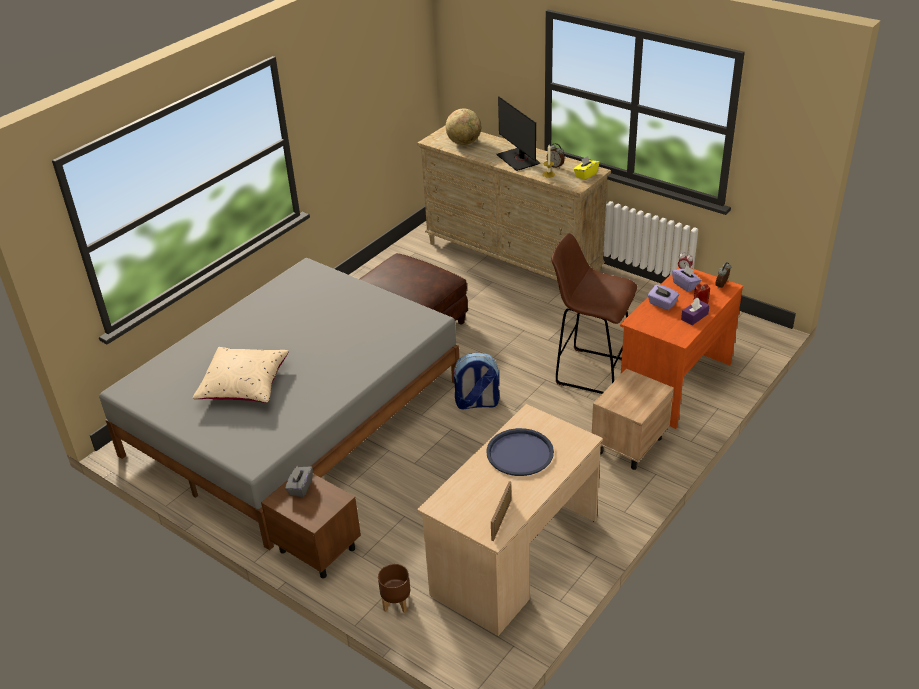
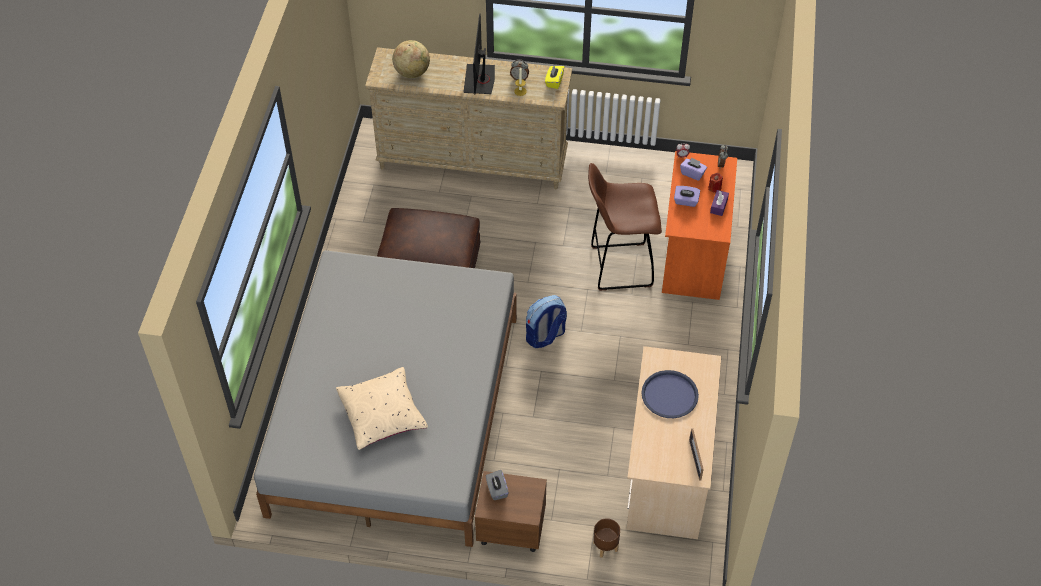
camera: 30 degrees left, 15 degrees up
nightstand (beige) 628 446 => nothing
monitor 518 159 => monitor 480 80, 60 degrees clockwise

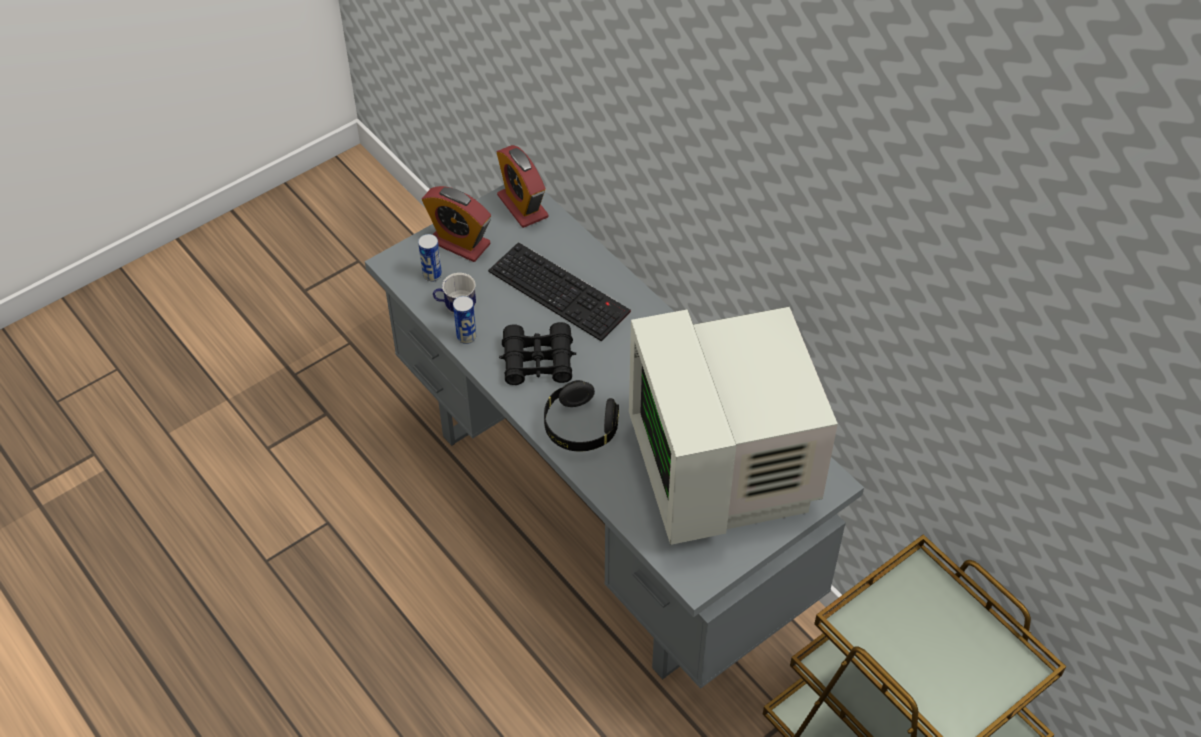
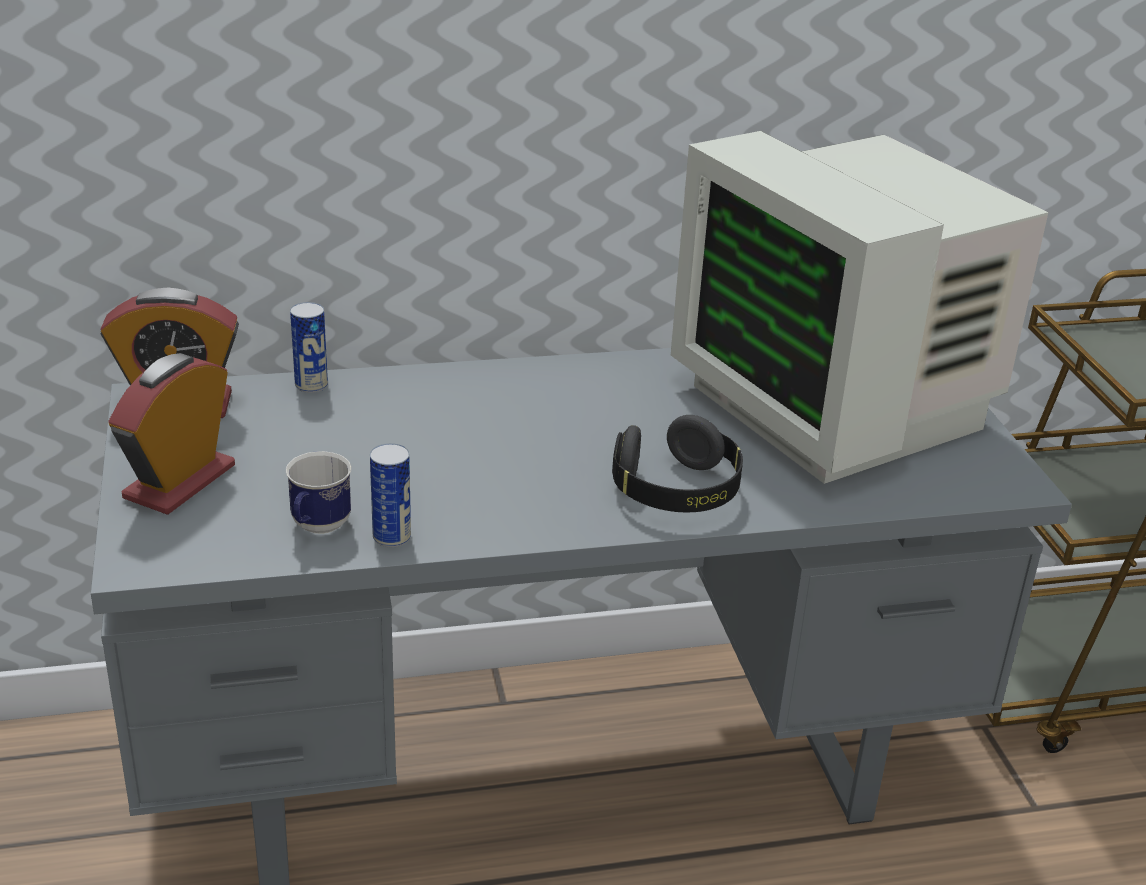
camera: 65 degrees left, 20 degrees down
keyboard 561 291 => nothing
binoculars (black) 538 361 => nothing
can 432 275 => can 311 385, moved
alarm clock 459 243 => alarm clock 180 482, 150 degrees clockwise
monitor 725 470 => monitor 837 406, 45 degrees clockwise

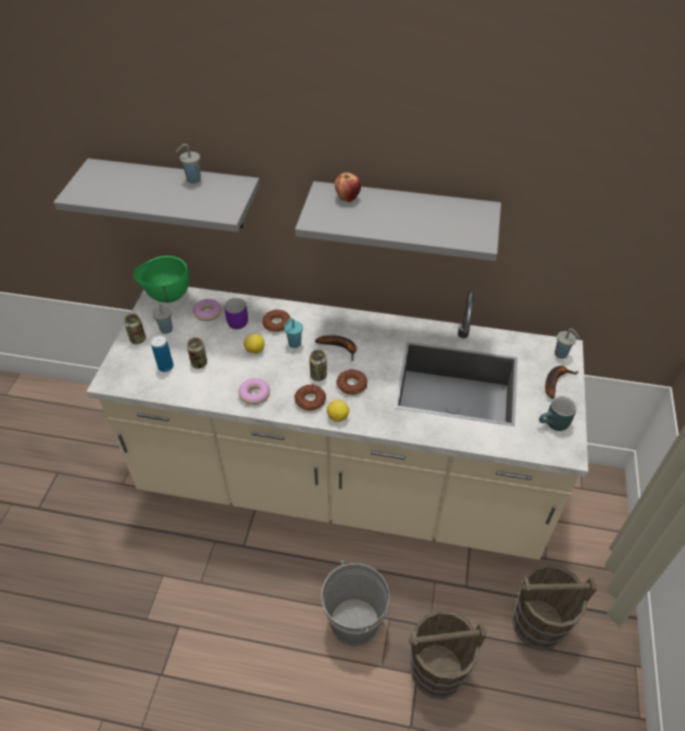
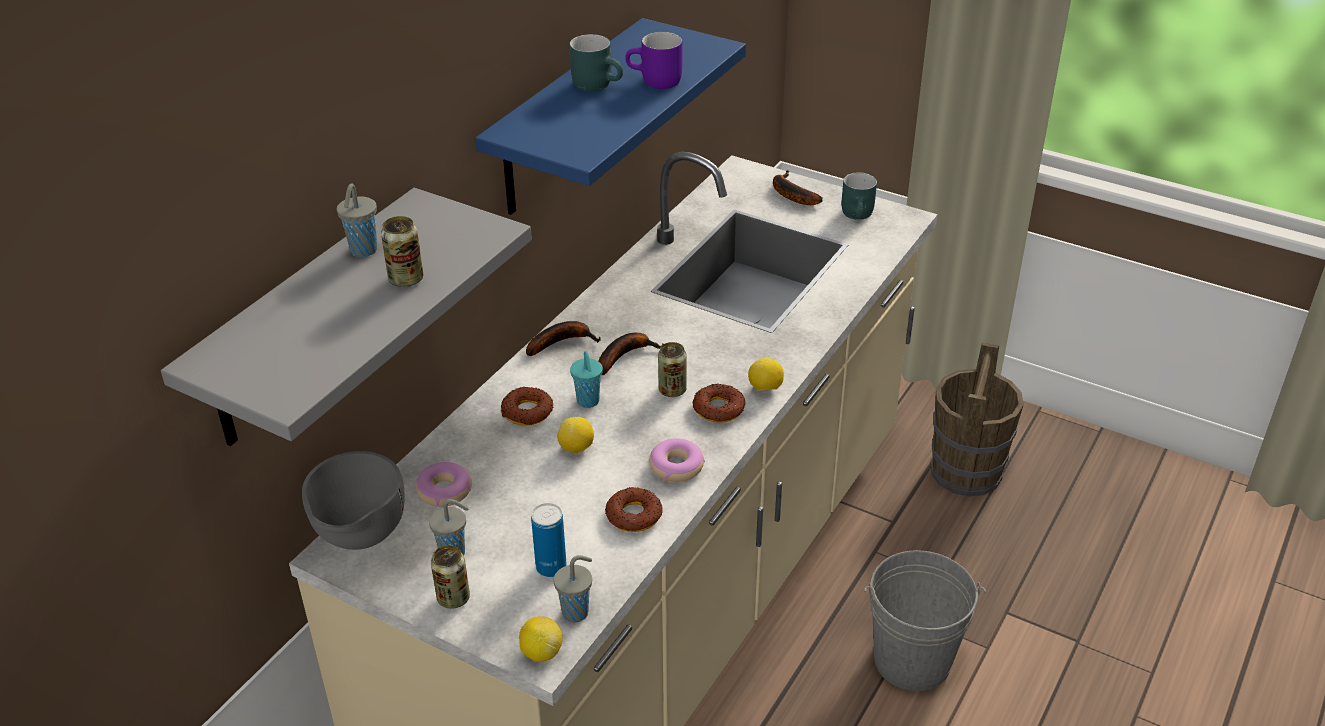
camera: 70 degrees left, 10 degrees down
apple 347 198 => nothing
bucket (brown) 438 670 => nothing
nothing => lemon 541 652
nothing => banana 562 342
nothing => mug (turquoise) 598 84
can 199 363 => can 406 279, moved
mug (purple) 236 320 => mug (purple) 655 82, moved
donut 352 384 => donut 634 515, moved
cup (grey) 561 354 => cup (grey) 576 612, moved
bowl (green) 167 297 => bowl (grey) 360 541
shelf (grey) 403 218 => shelf (blue) 567 119

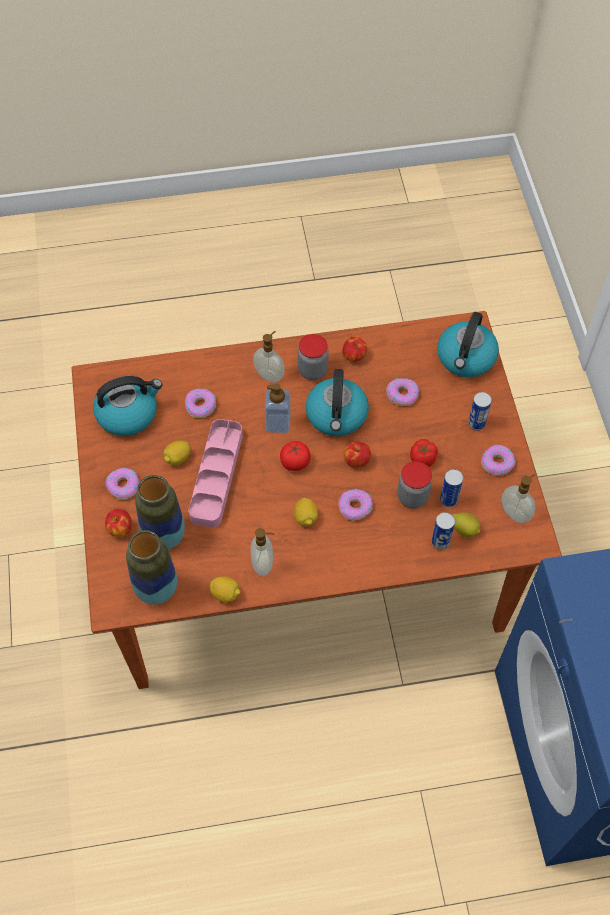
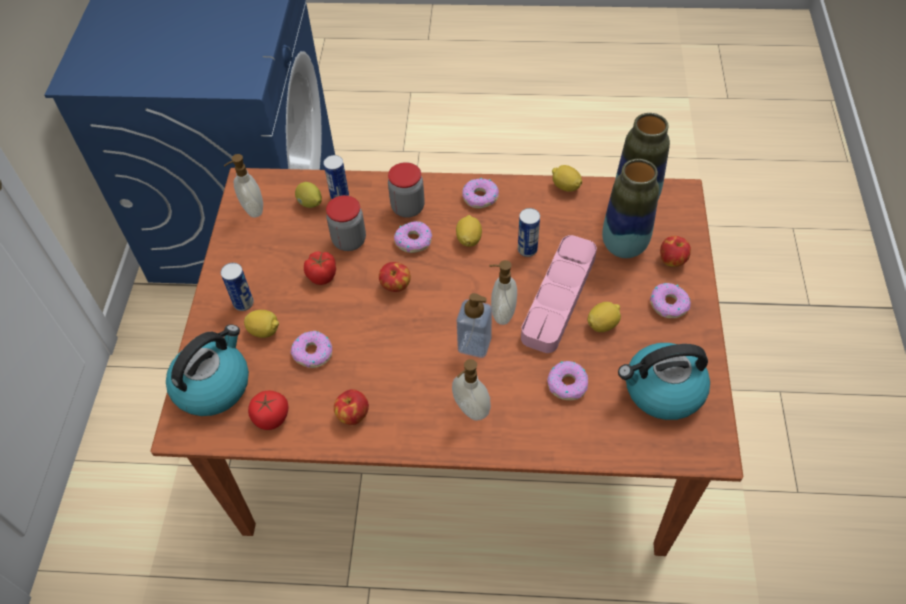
camera: 165 degrees left, 5 degrees down
kettle 337 416 => nothing
nothing => lemon 264 331
soap dispenser 263 564 => soap dispenser 502 313, moved
tomato 295 462 => tomato 271 418, moved
jar 312 370 => jar 408 208, moved
can 448 500 => can 527 249, moved
donut 497 463 => donut 480 197, moved

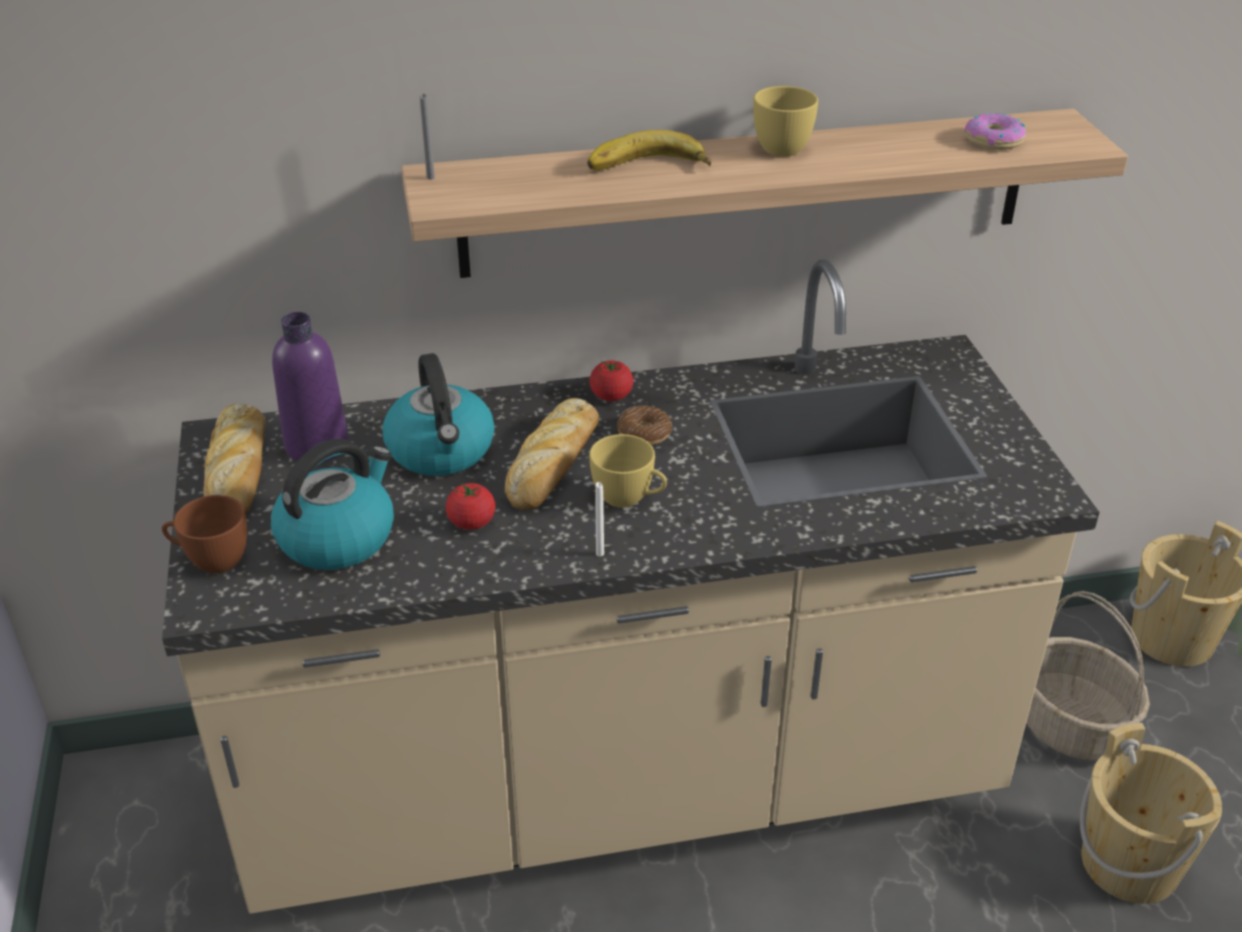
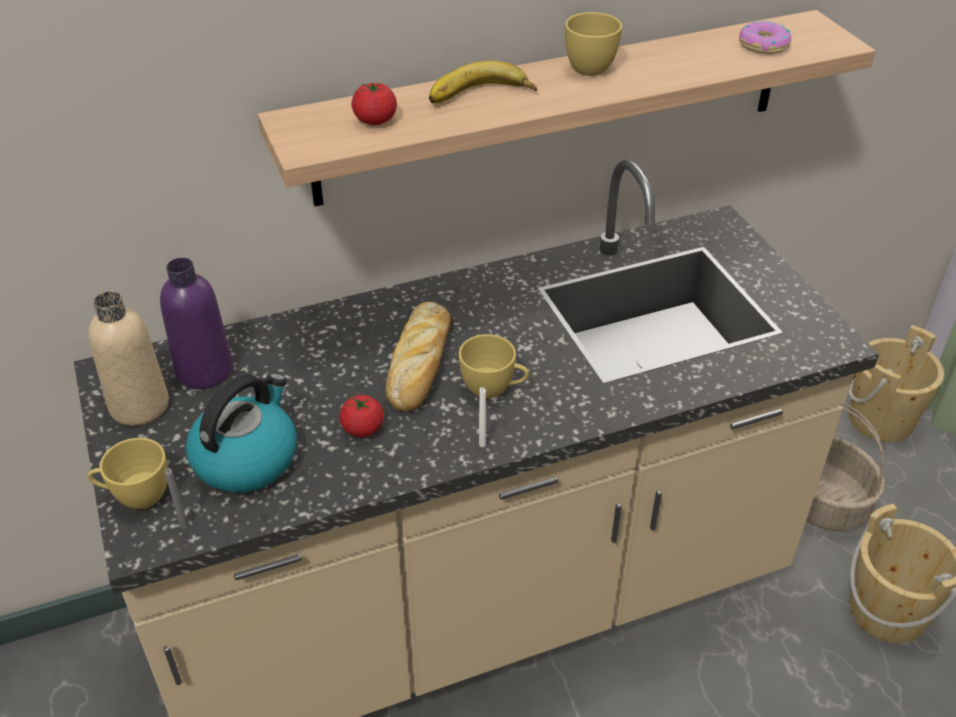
camera: 10 degrees left, 5 degrees up
kettle 442 451 => nothing
donut 644 433 => nothing
candle (grey) 430 178 => candle (grey) 184 526, moved
tomato 611 396 => tomato 375 120, moved
bread 238 472 => bottle (beige) 139 406
cup (brown) 211 560 => cup (yellow) 135 496

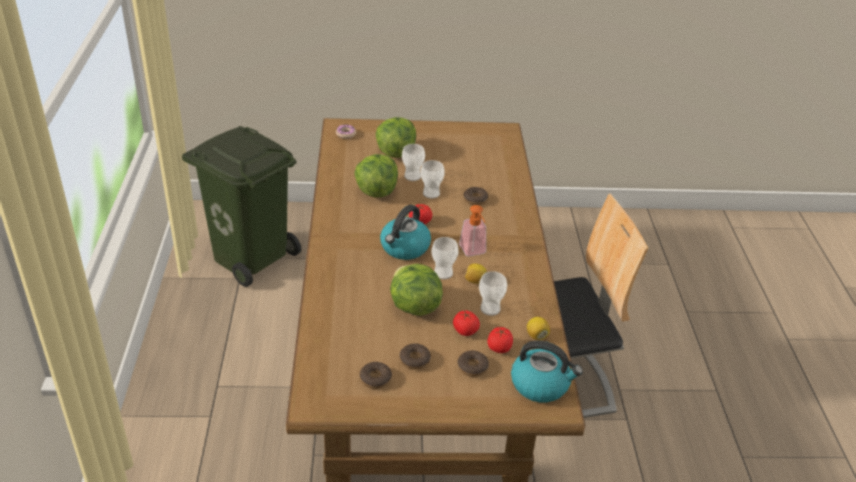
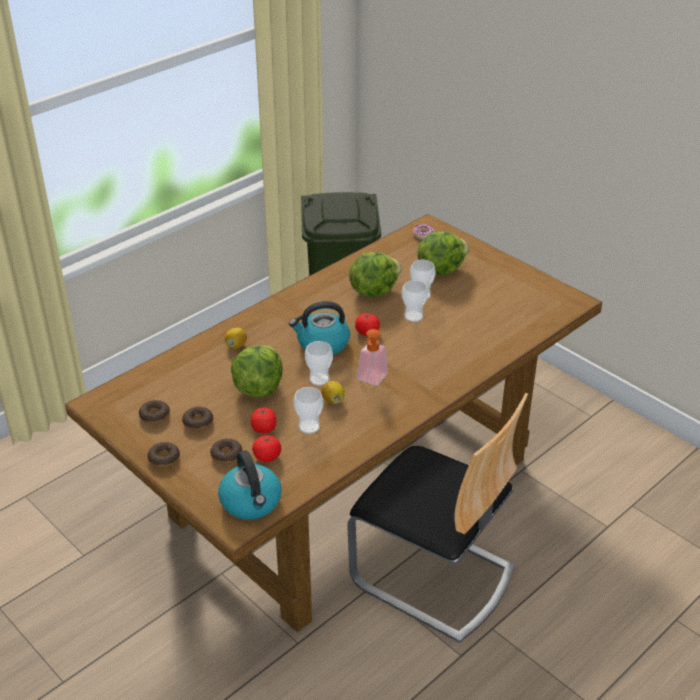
camera: 50 degrees right, 0 degrees up
donut 475 199 => donut 164 459, moved
lemon 536 336 => lemon 236 345, moved

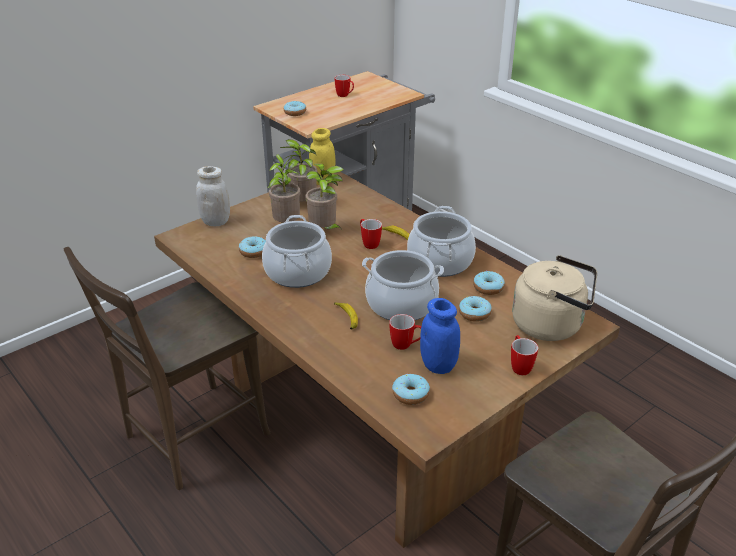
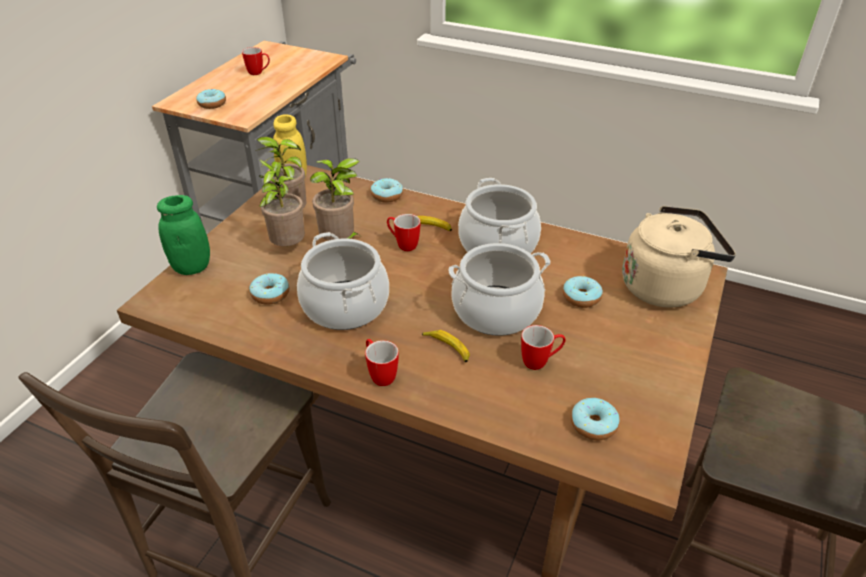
camera: 25 degrees left, 5 degrees up
jar (blue) 438 365 => nothing
donut 488 288 => donut 387 196, moved
mug 519 366 => mug 380 374, moved
jar (white) 215 222 => jar (green) 192 267

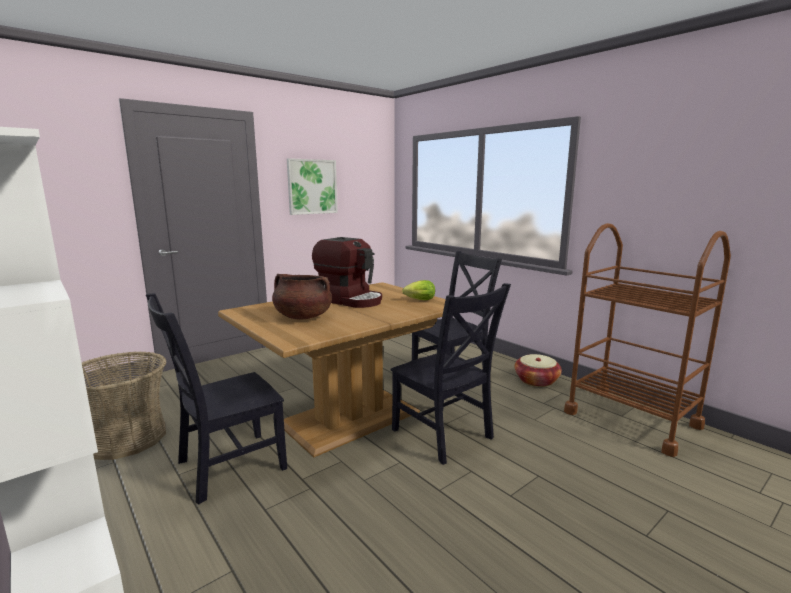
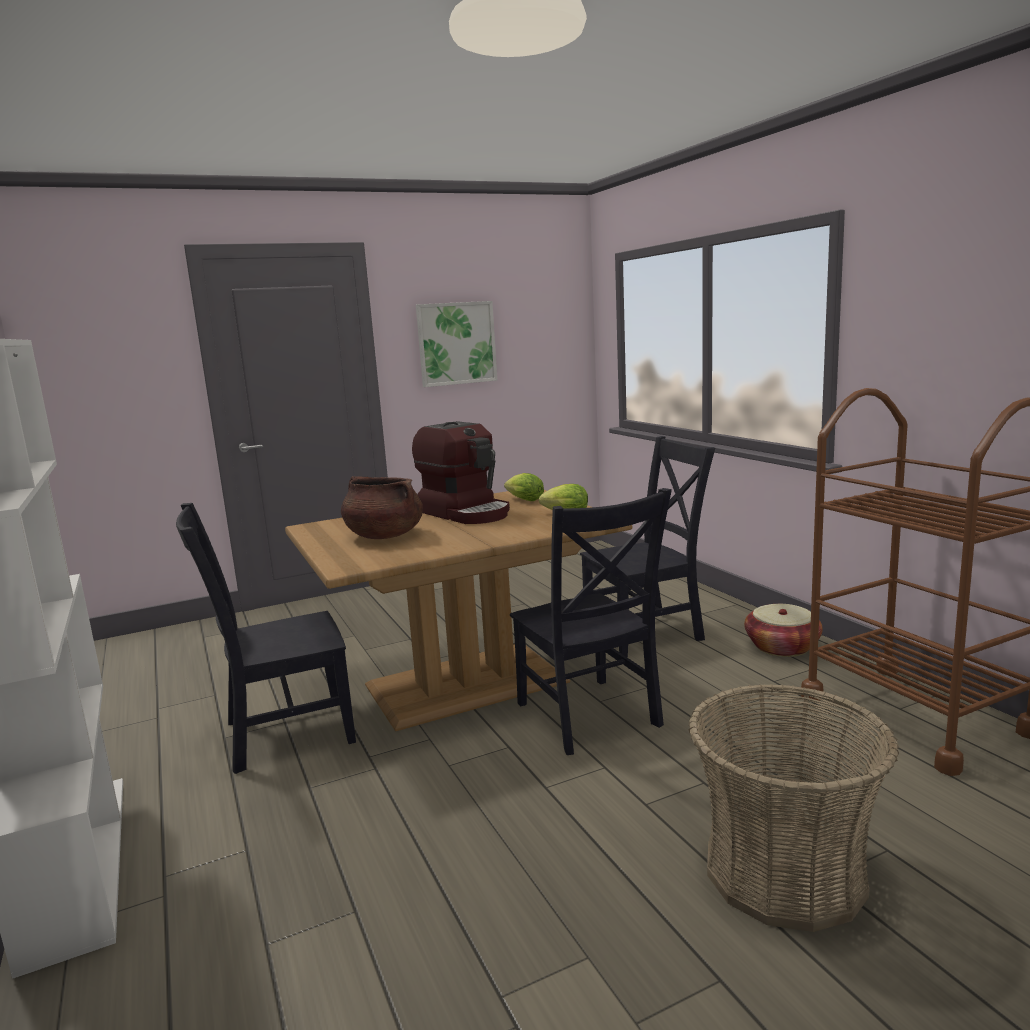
camera: 15 degrees right, 0 degrees up
nothing => lettuce 523 500
basket 126 438 => basket 785 872, moved

